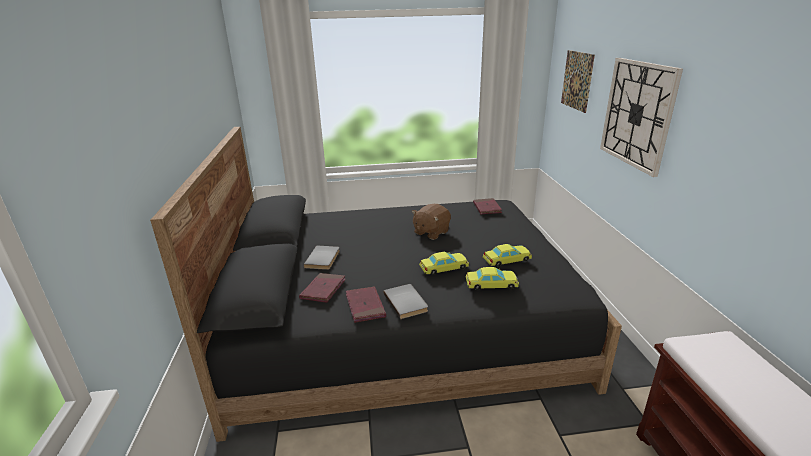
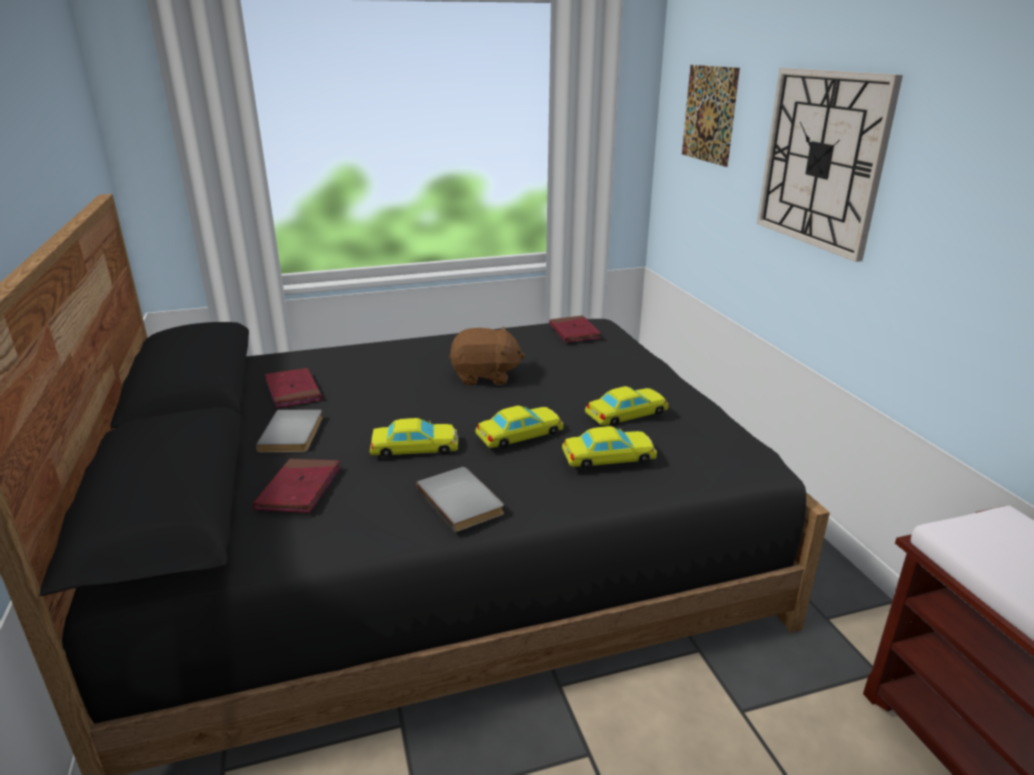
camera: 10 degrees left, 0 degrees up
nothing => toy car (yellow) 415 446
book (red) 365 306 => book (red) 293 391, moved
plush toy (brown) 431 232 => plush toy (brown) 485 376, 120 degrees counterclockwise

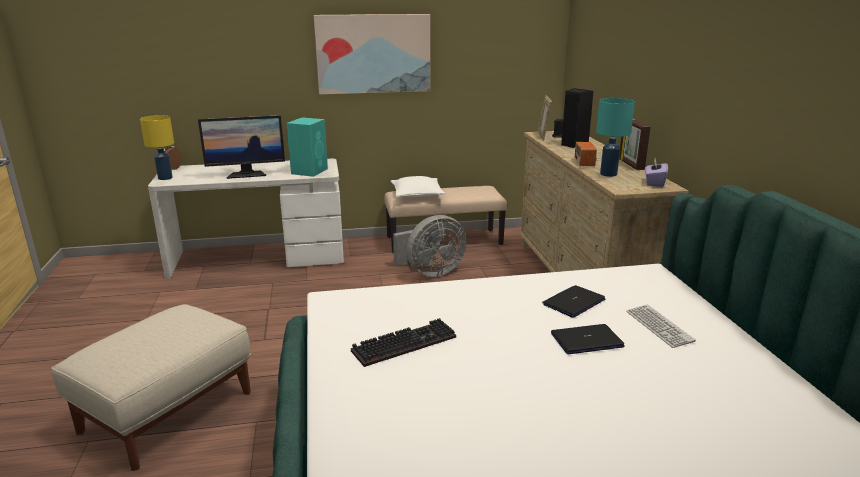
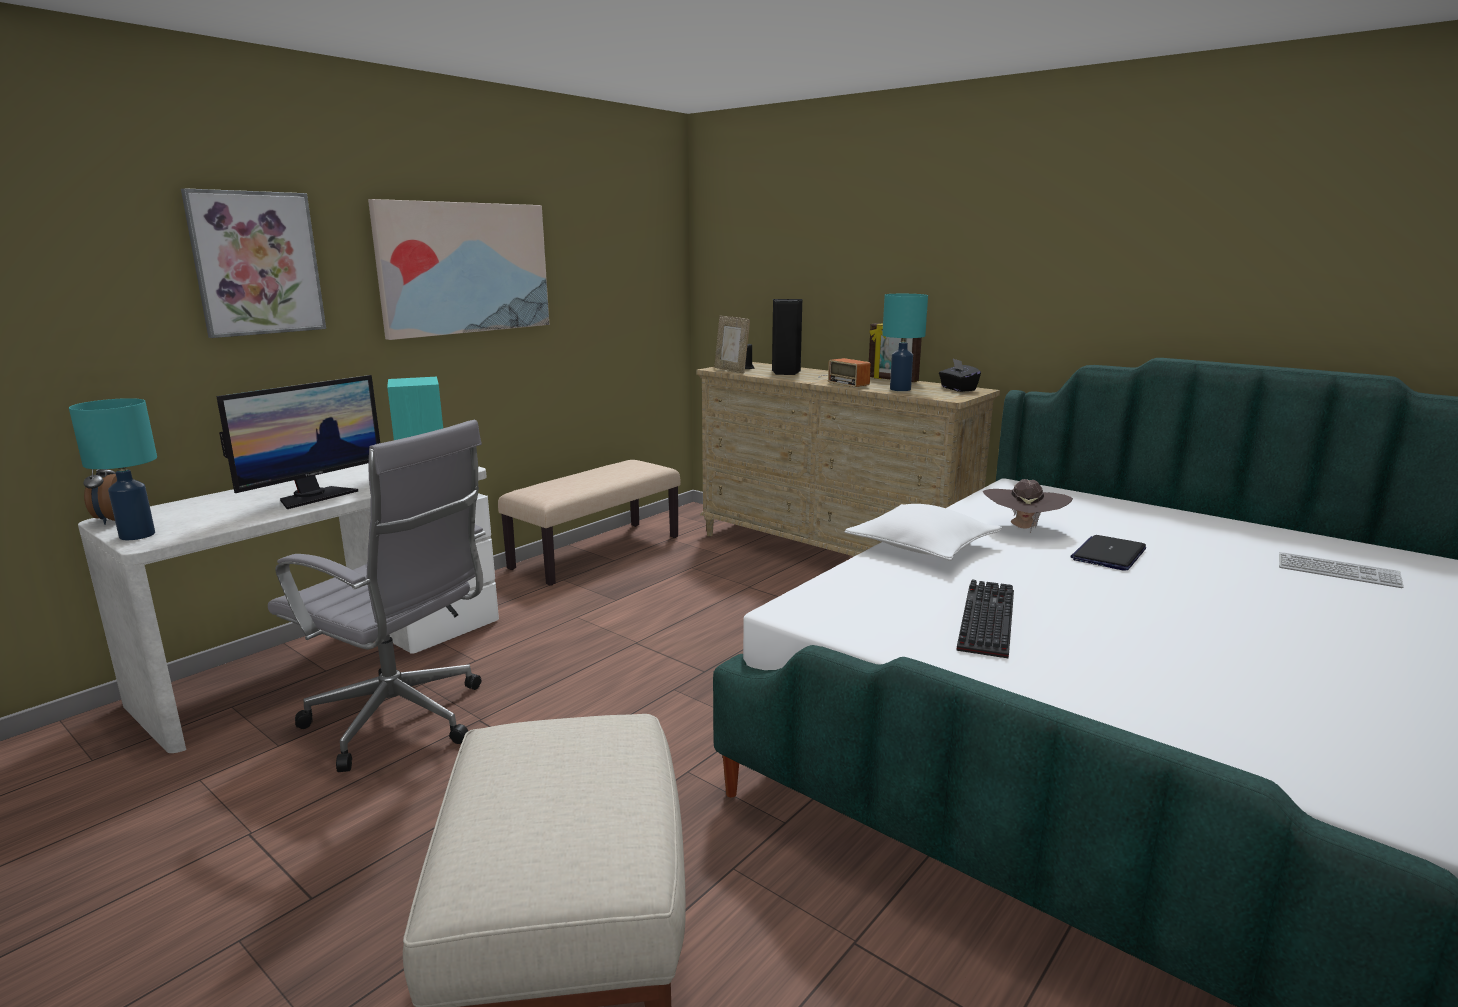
camera: 40 degrees left, 5 degrees down
fan (grey) 430 272 => nothing
nothing => picture 256 263
nothing => office chair (grey) 402 722
pillow (white) 417 194 => pillow (white) 922 546, moved
keyboard 659 326 => keyboard 1337 572, moved
laptop 574 302 => hat (brown) 1023 528
table lamp (yellow) 164 178 => table lamp (turquoise) 136 535
tissue box (purple) 654 183 => tissue box (black) 957 389

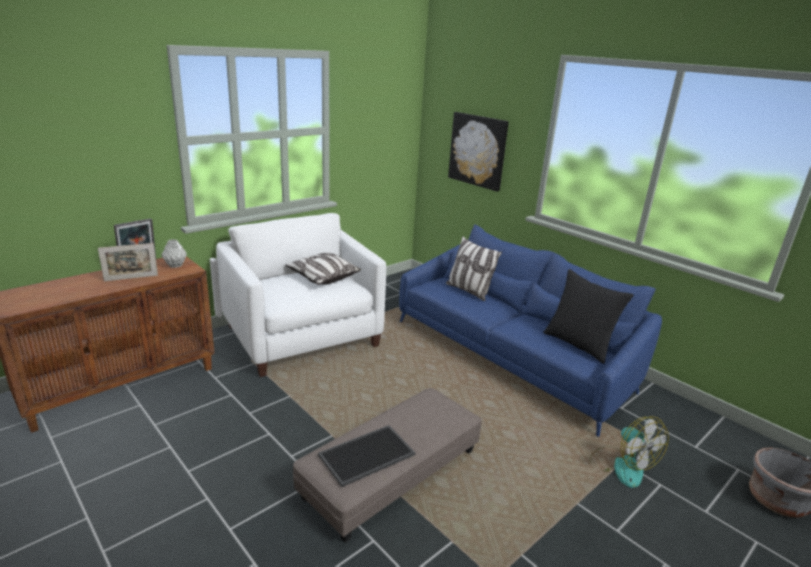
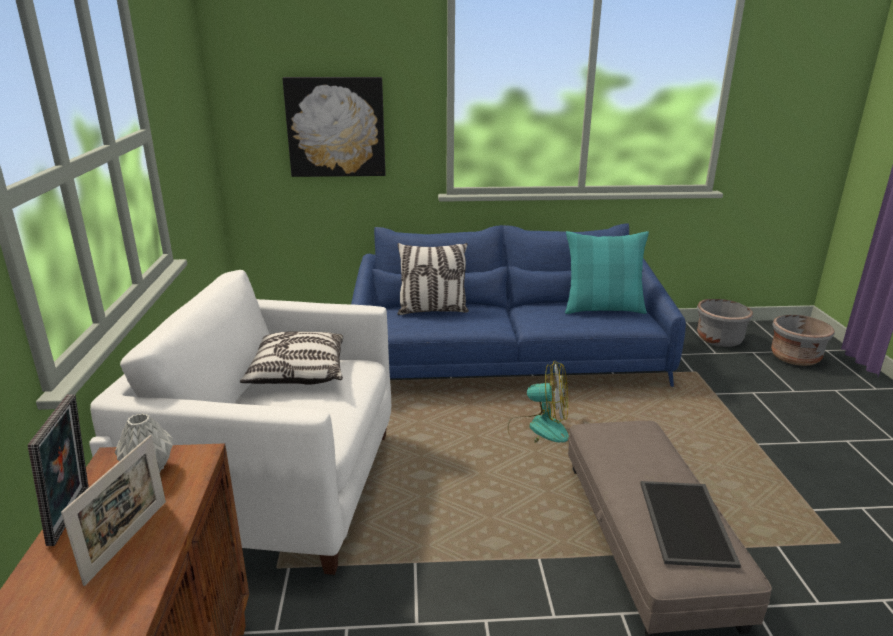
camera: 50 degrees left, 0 degrees up
nothing => planter (grey) 719 339
fan 621 466 => fan 538 429, moved
pillow (black) 578 344 => pillow (turquoise) 603 309

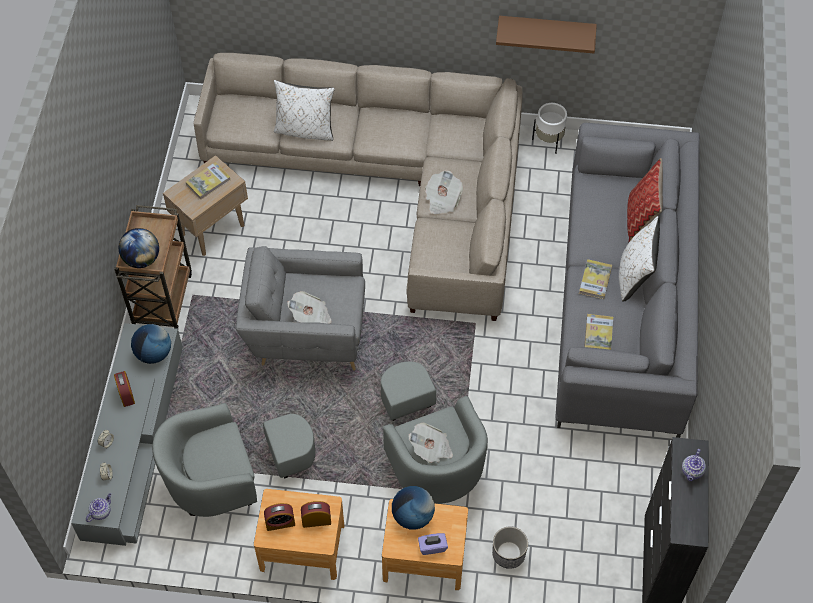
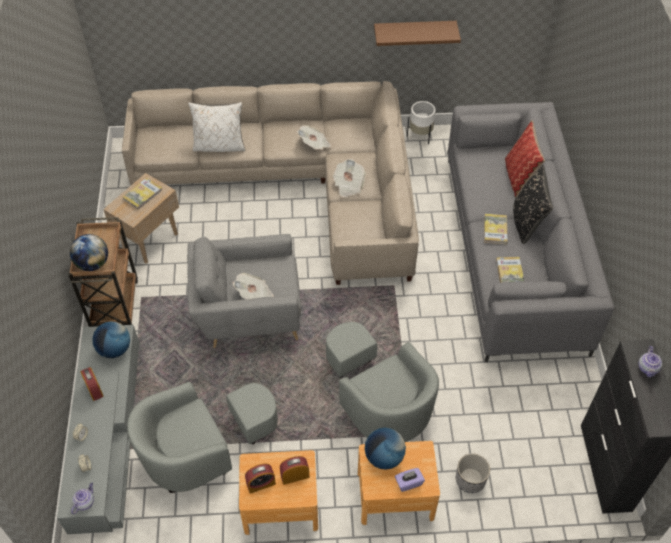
camera: 10 degrees left, 5 degrees down
newspaper 431 449 => newspaper 314 144, moved
pillow (white) 634 276 => pillow (black) 526 222

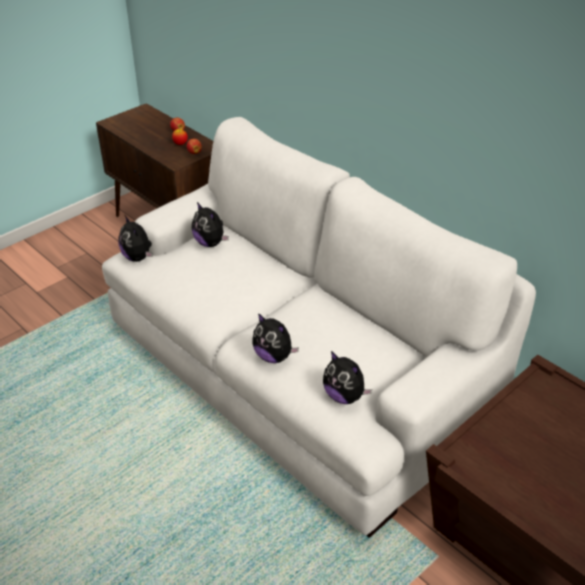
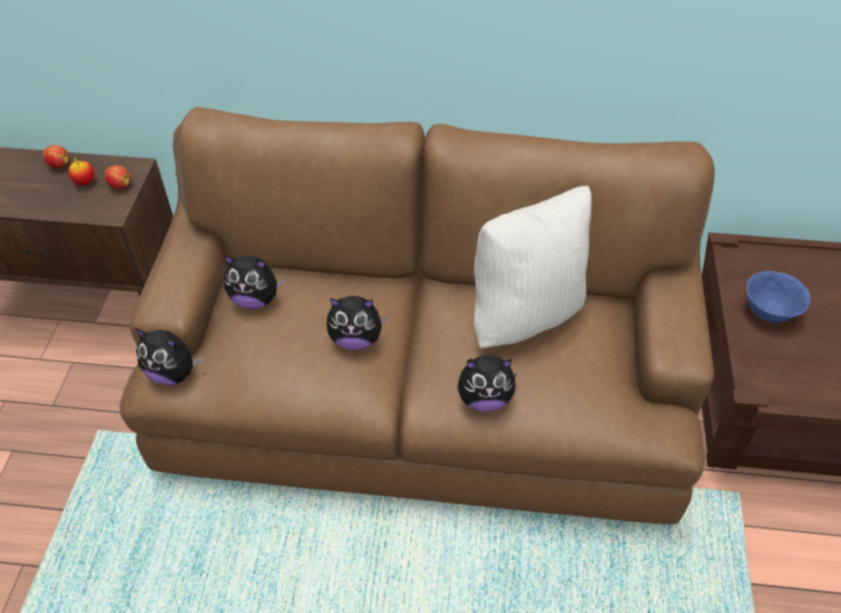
camera: 40 degrees left, 10 degrees up
nothing => pillow (white) 525 314
nothing => bowl (blue) 769 312
plush toy 344 396 => plush toy 356 339, moved
sofa (white) 294 371 => sofa (brown) 421 392

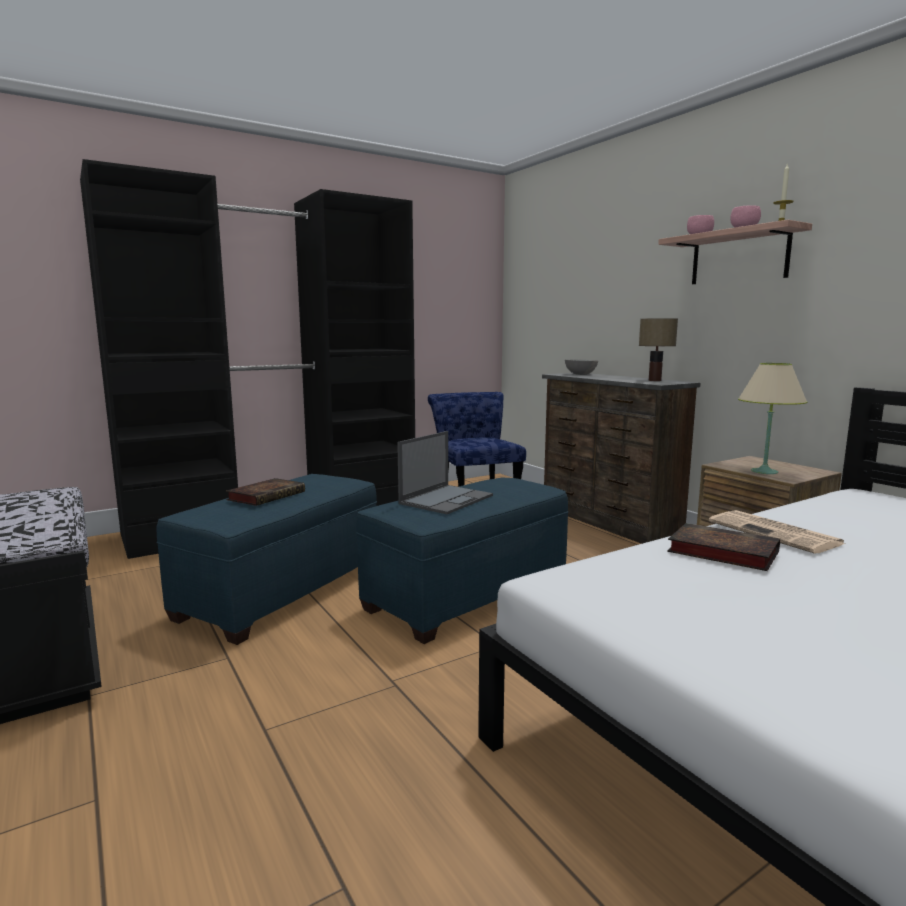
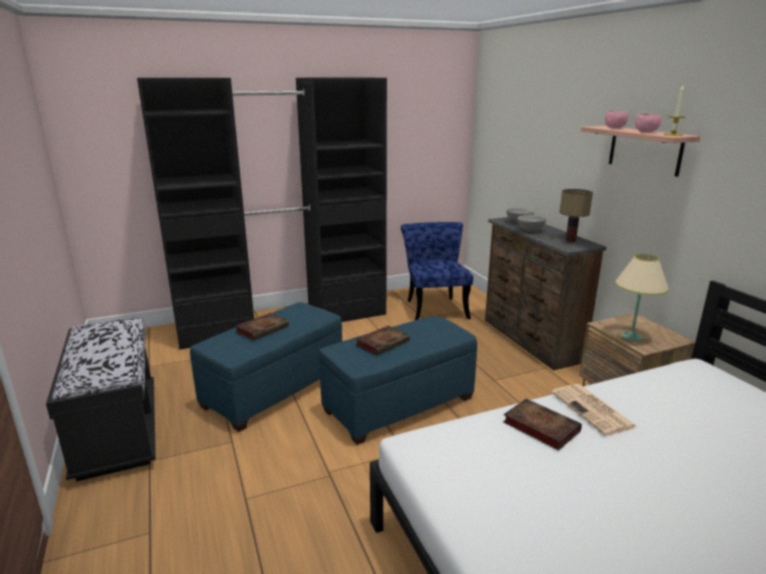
camera: 10 degrees right, 10 degrees up
nothing => bowl (grey) 530 230
laptop 447 499 => book 383 342

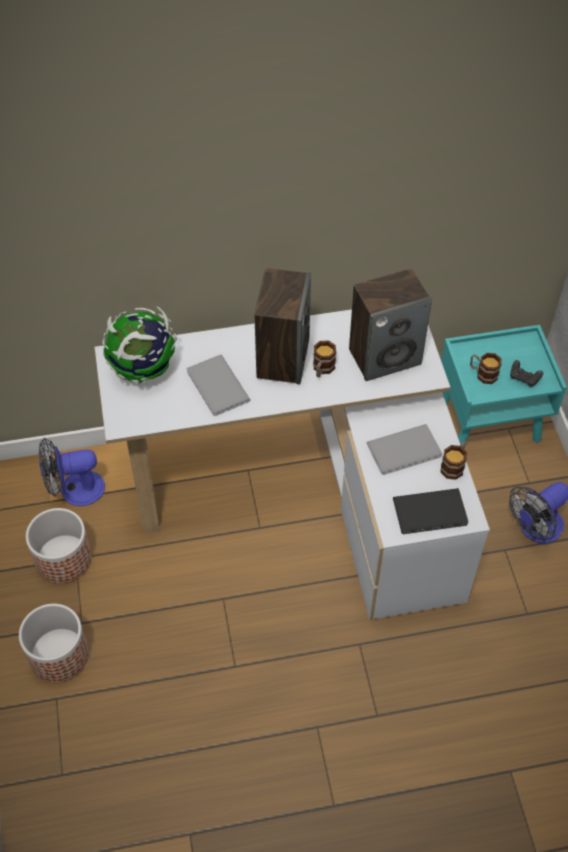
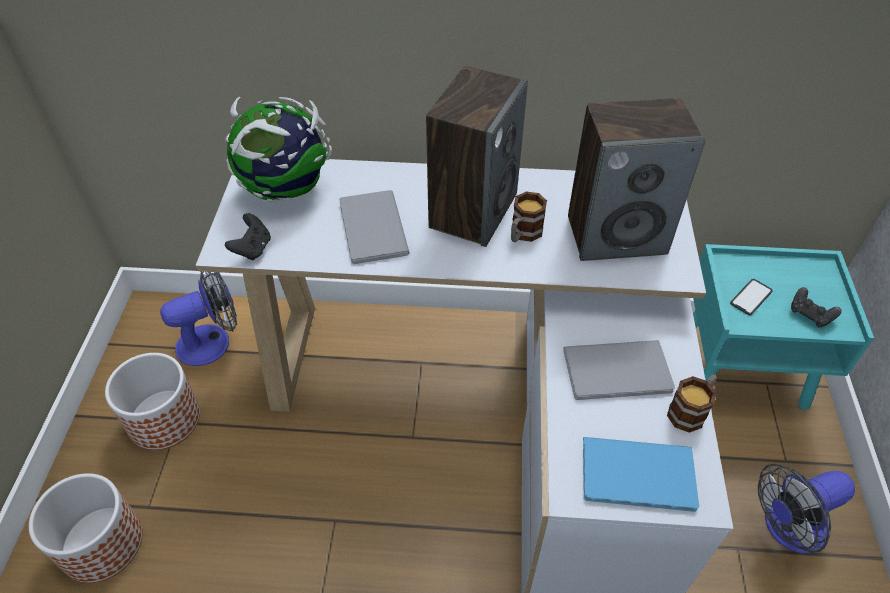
camera: 15 degrees right, 5 degrees down
nothing => game controller (black) 253 249
mug 483 374 => phone 751 297
book (black) 432 513 => book (blue) 641 477
fan 74 490 => fan 212 341, 150 degrees clockwise

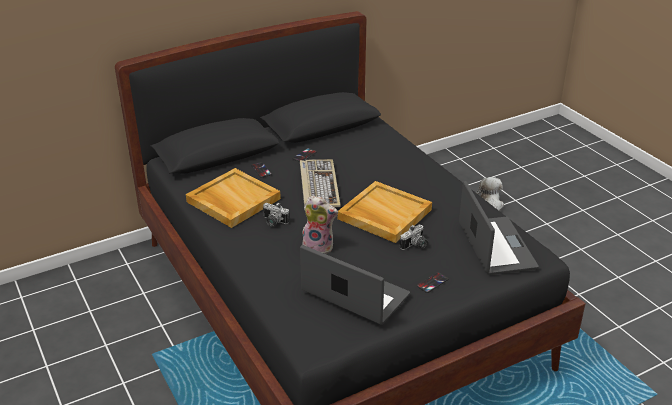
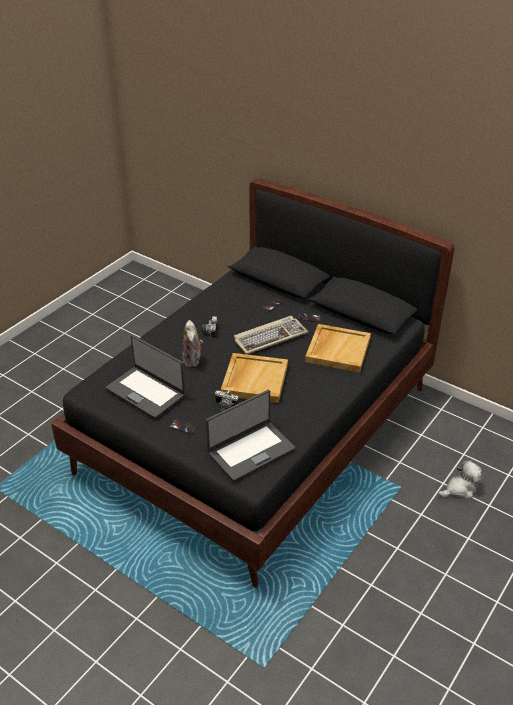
camera: 65 degrees right, 5 degrees up
tray (beige) 232 200 => tray (beige) 337 350, moved
laptop 354 294 => laptop 146 391, 120 degrees clockwise

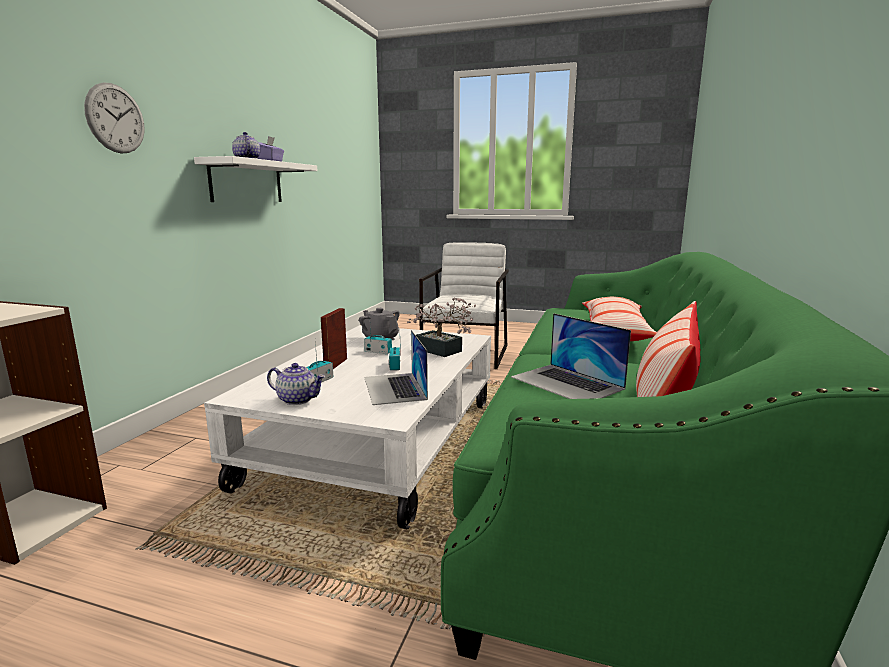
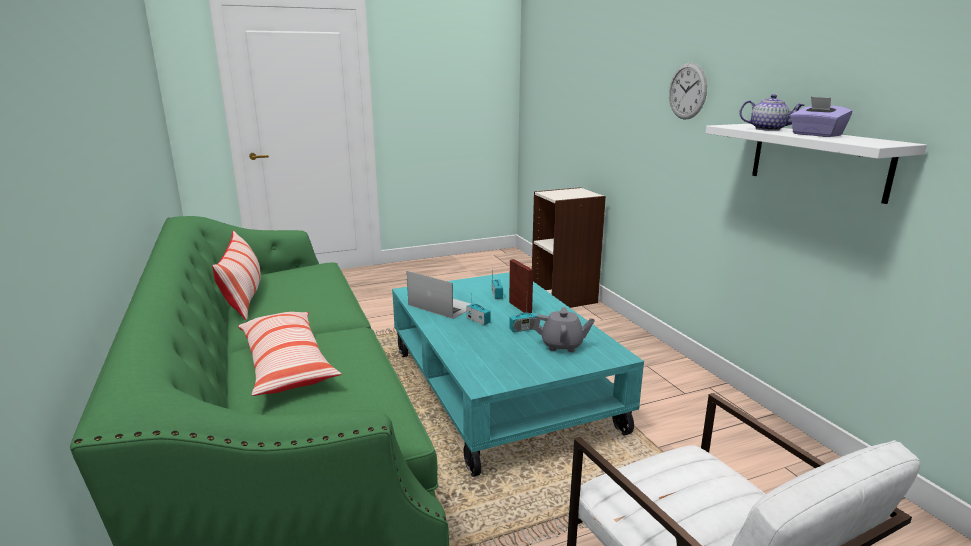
camera: 140 degrees right, 5 degrees up
teapot 298 399 => nothing
potted plant 442 351 => nothing
laptop 567 383 => nothing
coffee table (white) 379 442 => coffee table (turquoise) 498 389

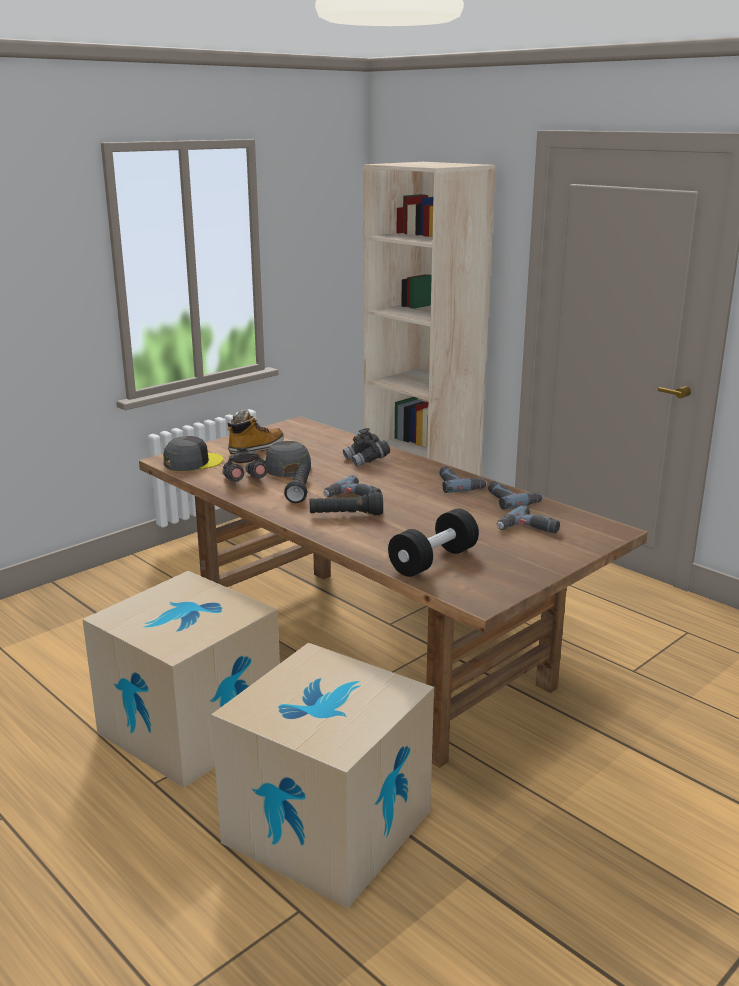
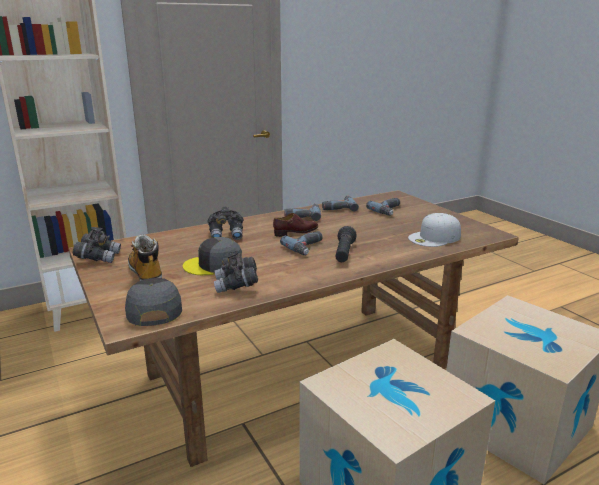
camera: 75 degrees left, 0 degrees up
flashlight (black) 299 491 => nothing
nothing => binoculars (grey) 98 258
nothing => shoe (brown) 296 232
dumbbell (black) 433 561 => cap (white) 434 238

